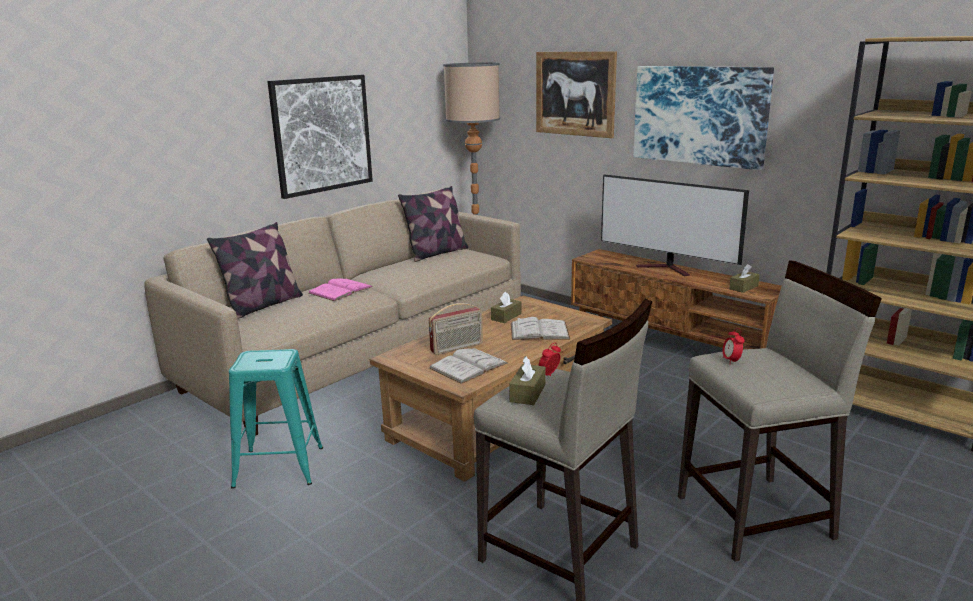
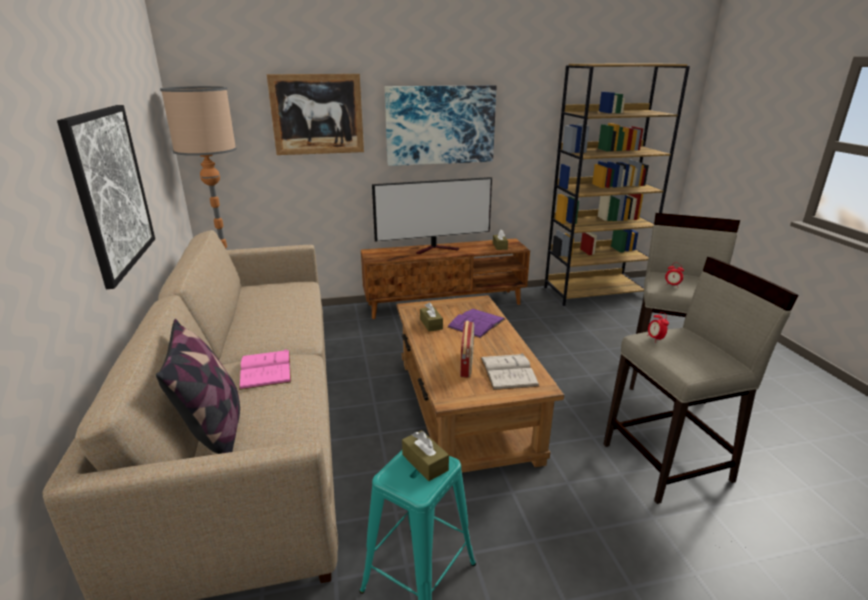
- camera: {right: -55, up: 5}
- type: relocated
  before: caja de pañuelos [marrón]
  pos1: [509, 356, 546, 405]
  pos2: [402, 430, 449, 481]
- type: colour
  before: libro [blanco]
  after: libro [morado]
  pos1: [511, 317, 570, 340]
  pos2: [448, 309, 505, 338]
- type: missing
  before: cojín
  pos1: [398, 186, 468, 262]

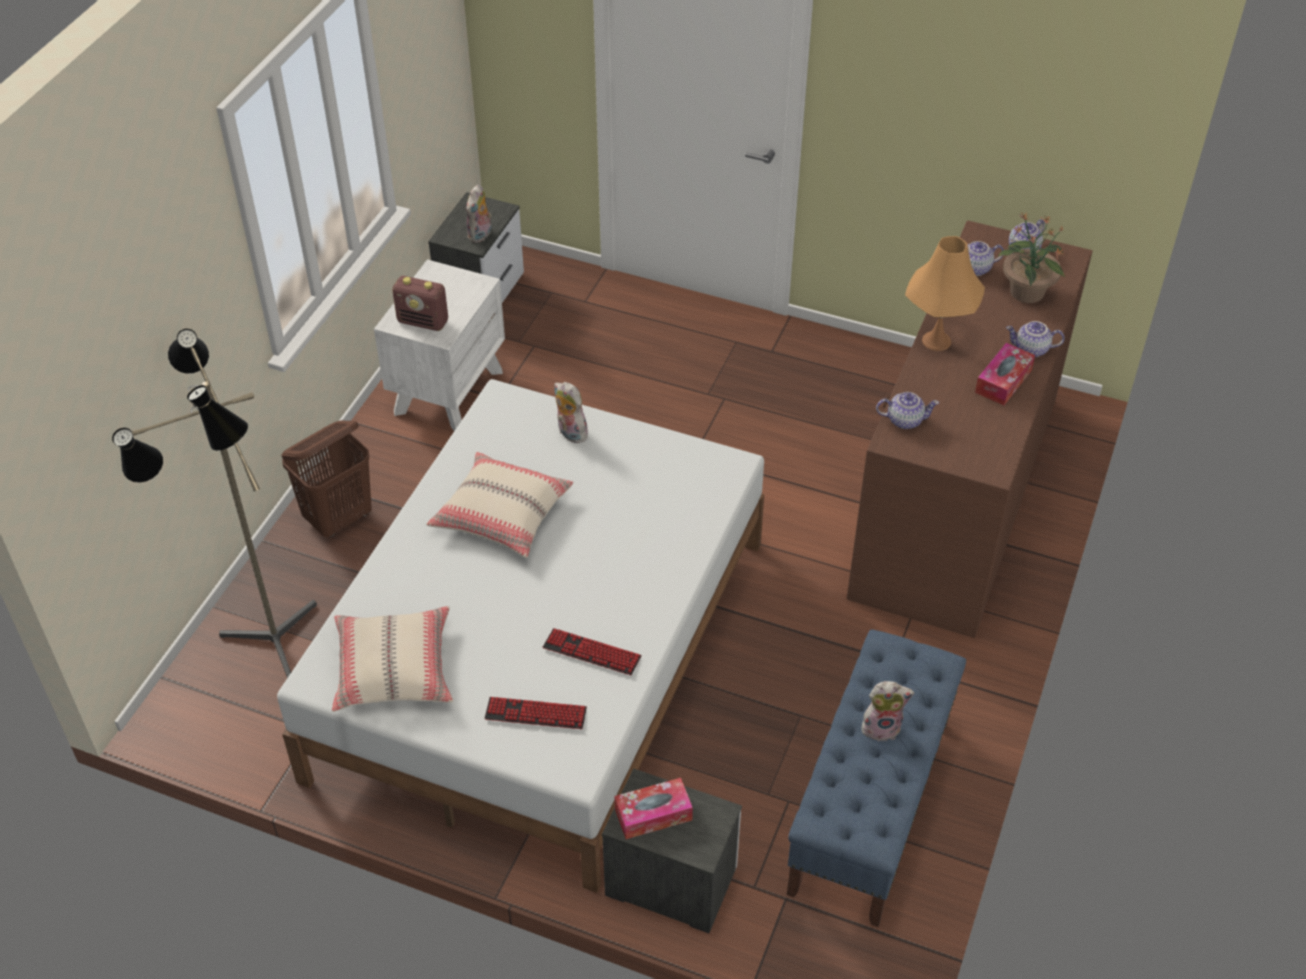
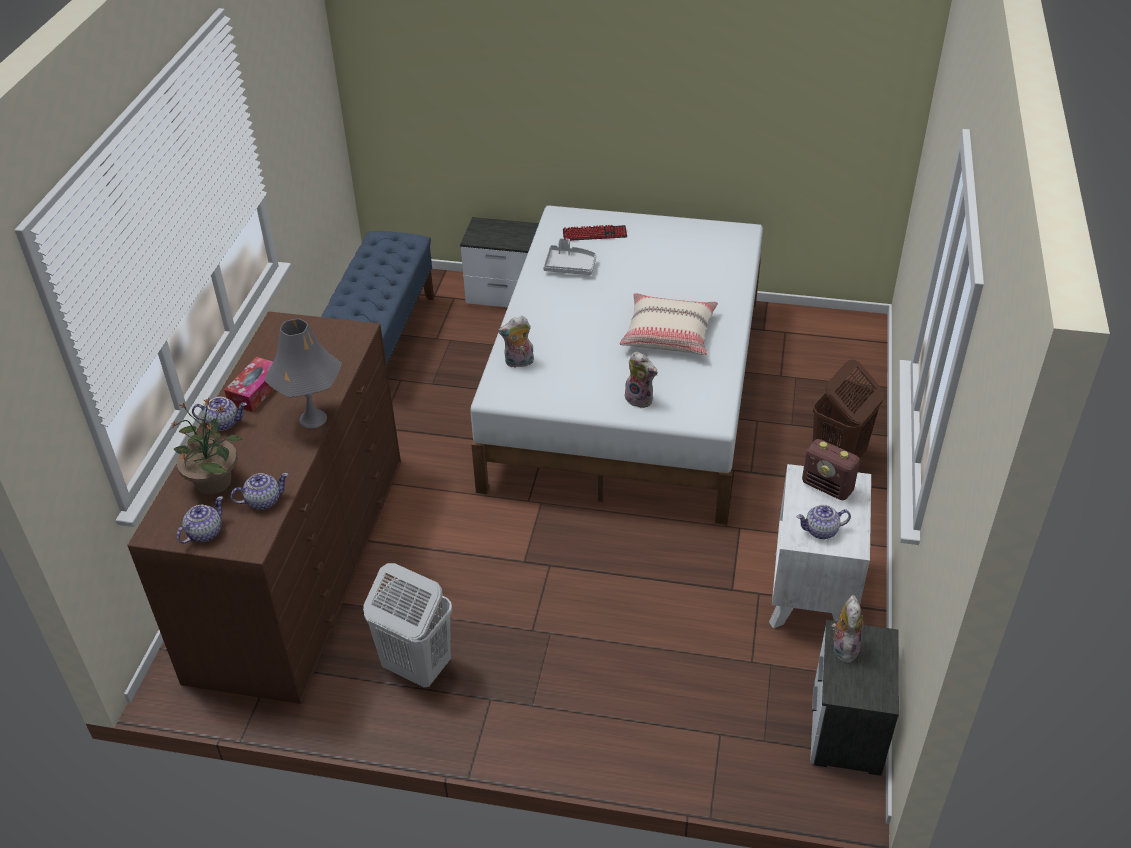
- camera: {right: 170, up: -5}
- type: colour
  before: lámpara de mesa [naranja]
  after: lámpara de mesa [gris]
  pos1: [905, 236, 985, 351]
  pos2: [264, 319, 342, 428]
- type: appeared
  after: cesto de la ropa [blanco]
  pos2: [363, 563, 452, 688]
- type: relocated
  before: peluche
  pos1: [861, 681, 914, 742]
  pos2: [498, 316, 534, 368]
- type: exchanged
  before: teclado
  after: bandeja [gris]
  pos1: [543, 628, 642, 675]
  pos2: [543, 238, 596, 275]
- type: relocated
  before: tetera
  pos1: [876, 392, 939, 429]
  pos2: [797, 505, 851, 539]
- type: spun
  before: radio
  pos1: [392, 276, 448, 331]
  pos2: [802, 439, 860, 500]
  turn: -150
- type: missing
  before: lámpara de pie
  pos1: [112, 329, 317, 678]
- type: missing
  before: cojín [beis]
  pos1: [332, 606, 453, 712]
- type: missing
  before: caja de pañuelos
  pos1: [614, 778, 693, 839]

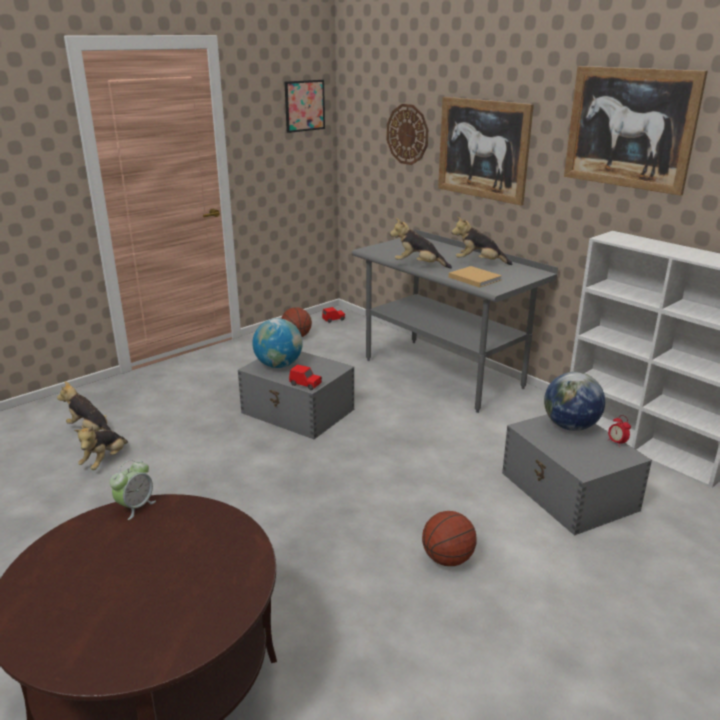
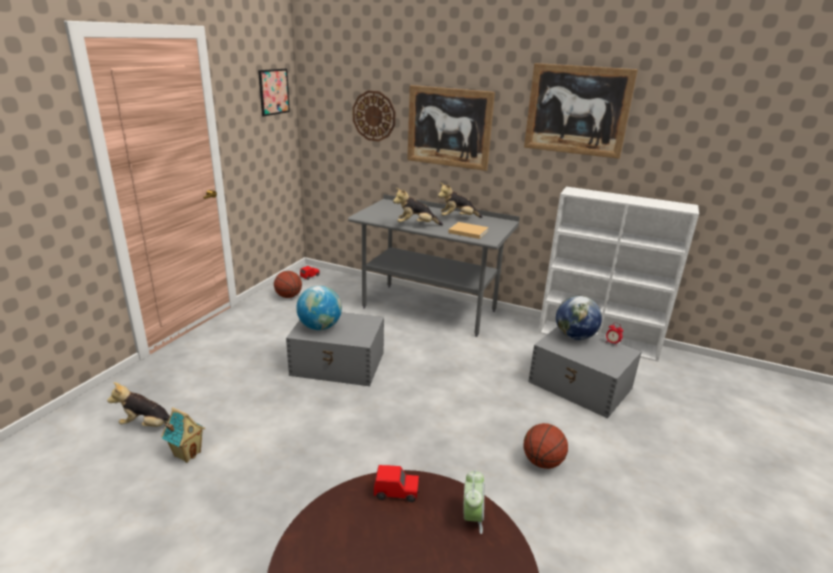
- camera: {right: -25, up: 0}
- type: exchanged
  before: peluche
  after: casita
  pos1: [74, 426, 128, 470]
  pos2: [161, 407, 205, 463]
- type: relocated
  before: coche de juguete [rojo]
  pos1: [289, 365, 322, 390]
  pos2: [374, 465, 420, 502]
- type: relocated
  before: despertador
  pos1: [110, 460, 156, 520]
  pos2: [464, 470, 484, 534]

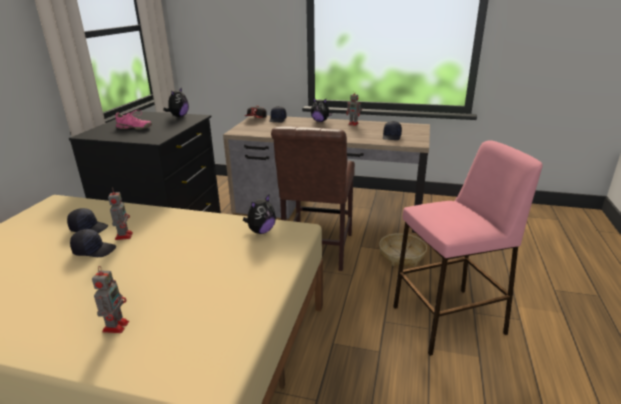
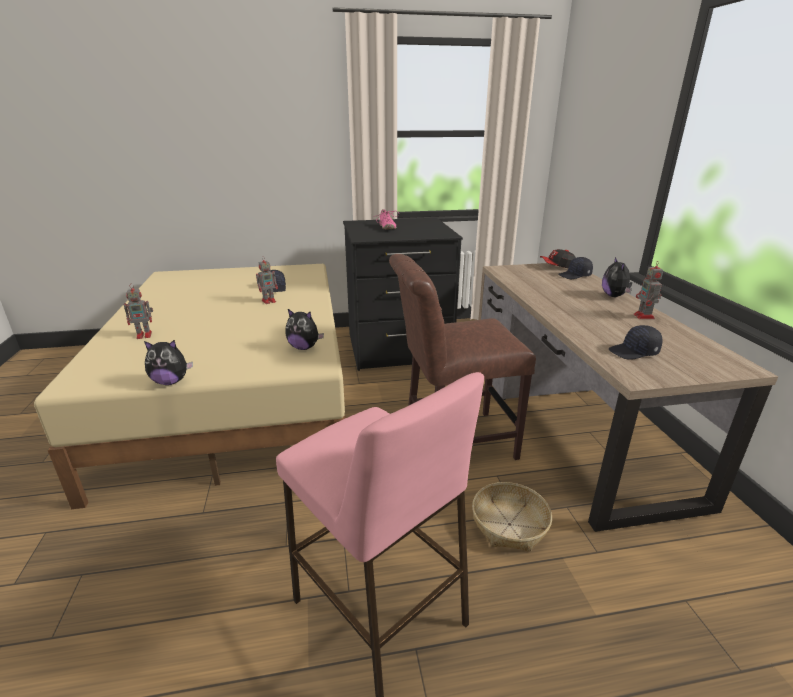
- camera: {right: 65, up: 0}
- type: relocated
  before: peluche
  pos1: [163, 87, 189, 117]
  pos2: [144, 340, 193, 385]
- type: missing
  before: gorra [negro]
  pos1: [70, 229, 116, 257]

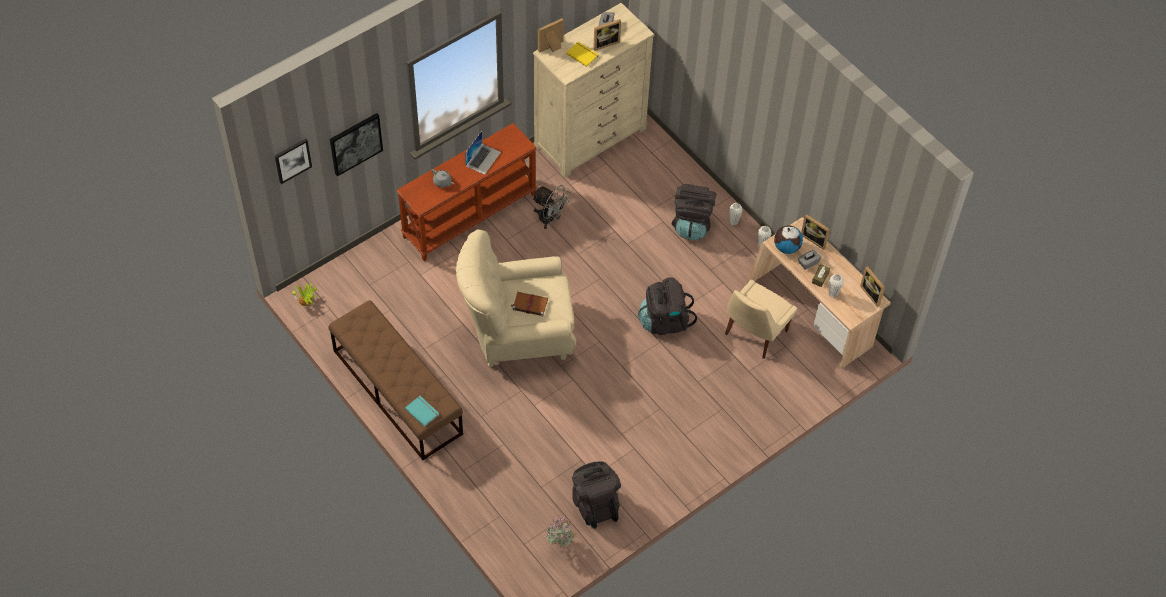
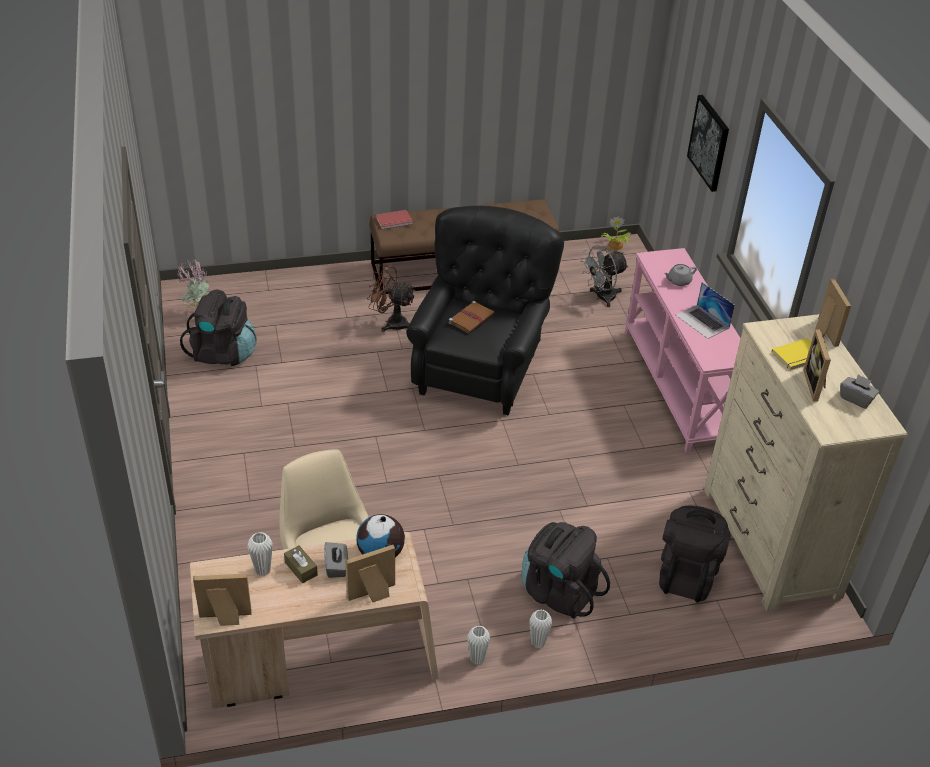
- camera: {right: 115, up: -15}
- type: appeared
  after: ventilador [marrón]
  pos2: [367, 265, 415, 332]
- type: colour
  before: libro [turquesa]
  after: libro [rojo]
  pos1: [405, 396, 439, 427]
  pos2: [376, 210, 413, 229]
- type: colour
  before: sillón [beis]
  after: sillón [negro]
  pos1: [456, 229, 576, 367]
  pos2: [407, 206, 564, 415]
- type: relocated
  before: ventilador [gris]
  pos1: [532, 185, 571, 229]
  pos2: [580, 245, 628, 307]
- type: colour
  before: mesa consola [marrón]
  after: mesa consola [rosa]
  pos1: [397, 123, 537, 261]
  pos2: [625, 248, 741, 453]
- type: relocated
  before: mochila [negro]
  pos1: [638, 277, 697, 335]
  pos2: [659, 505, 731, 603]
- type: missing
  before: cuadro
  pos1: [275, 139, 312, 184]

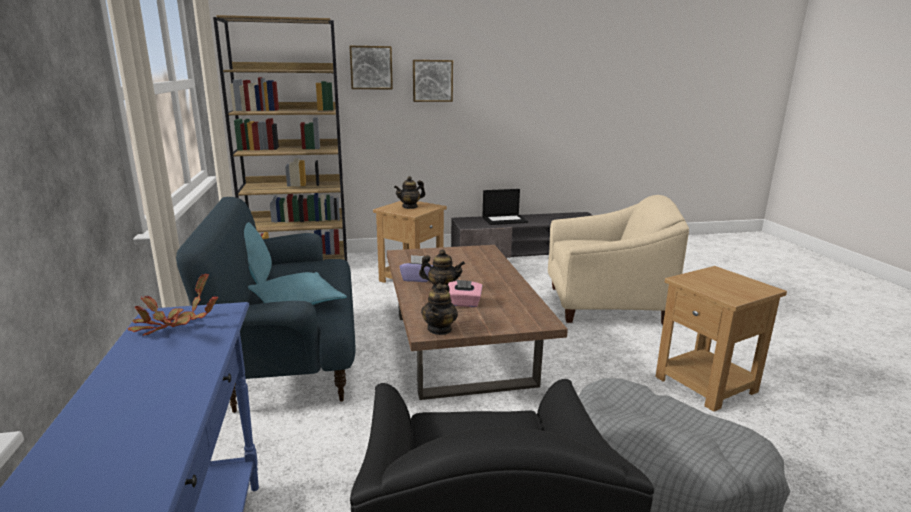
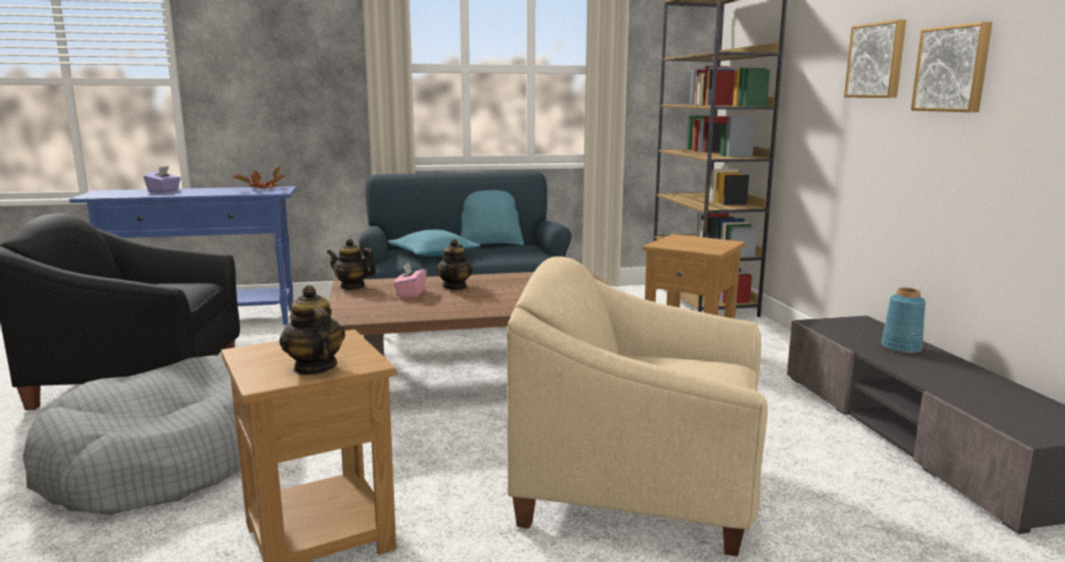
- camera: {right: 90, up: -5}
- type: relocated
  before: caja de pañuelos [morado]
  pos1: [399, 255, 433, 282]
  pos2: [144, 166, 181, 193]
- type: relocated
  before: tetera
  pos1: [394, 176, 425, 209]
  pos2: [279, 285, 345, 375]
- type: spun
  before: sillón [beis]
  pos1: [548, 195, 689, 325]
  pos2: [507, 256, 768, 557]
  turn: 105
- type: exchanged
  before: portátil
  after: florero [azul]
  pos1: [483, 189, 528, 225]
  pos2: [881, 288, 926, 354]
- type: relocated
  before: cuadro
  pos1: [349, 46, 393, 89]
  pos2: [911, 22, 992, 112]

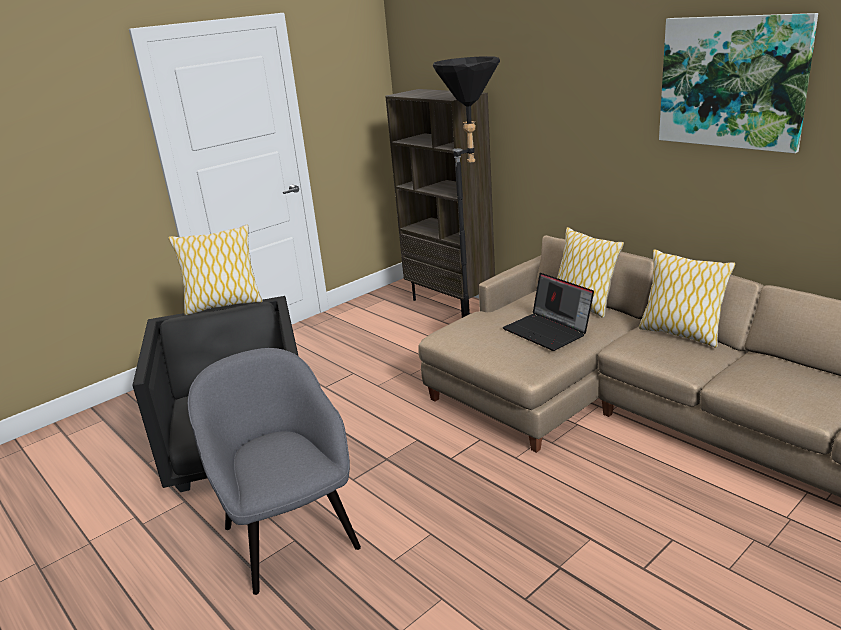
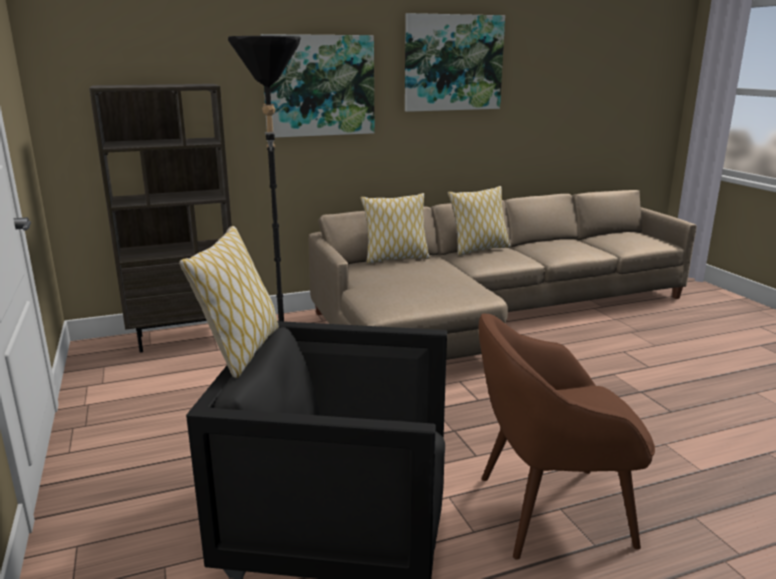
- camera: {right: -70, up: -5}
- type: appeared
  after: cuadro
  pos2: [261, 34, 375, 138]
- type: colour
  before: sillón [gris]
  after: sillón [marrón]
  pos1: [188, 348, 361, 595]
  pos2: [479, 313, 655, 560]
- type: missing
  before: portátil
  pos1: [503, 273, 594, 351]

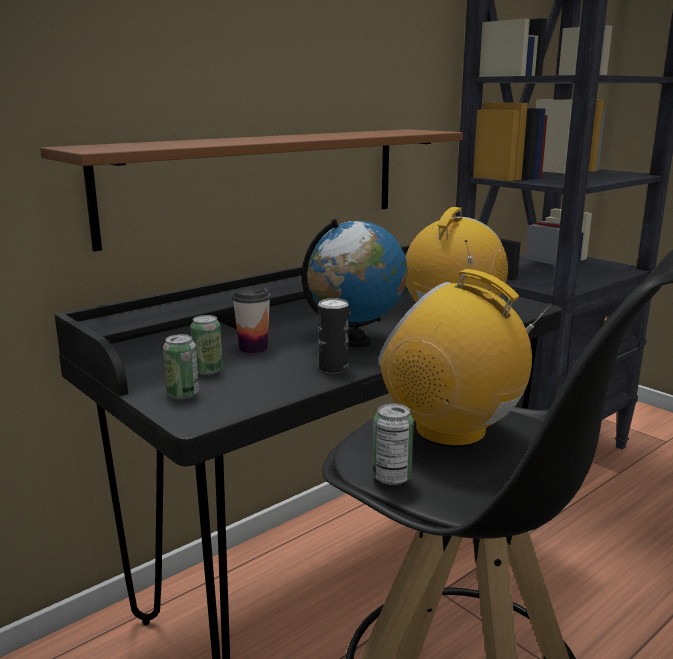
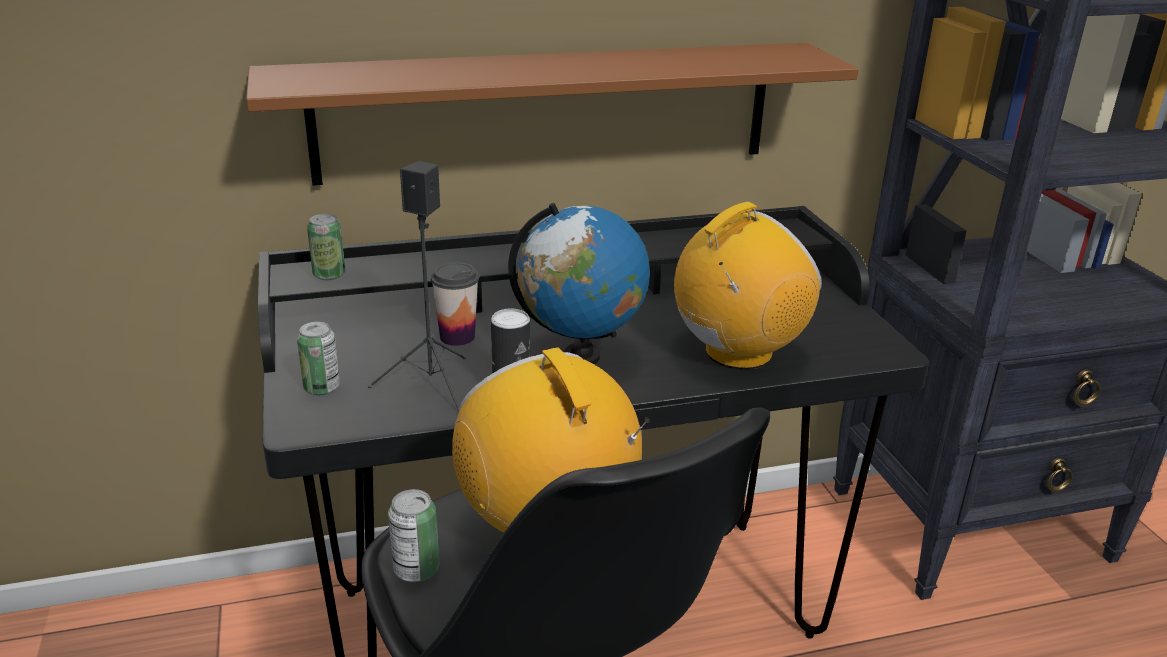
- camera: {right: 25, up: 10}
- type: relocated
  before: lata
  pos1: [191, 315, 223, 375]
  pos2: [307, 214, 345, 280]
- type: appeared
  after: altavoz [negro]
  pos2: [368, 161, 466, 411]

